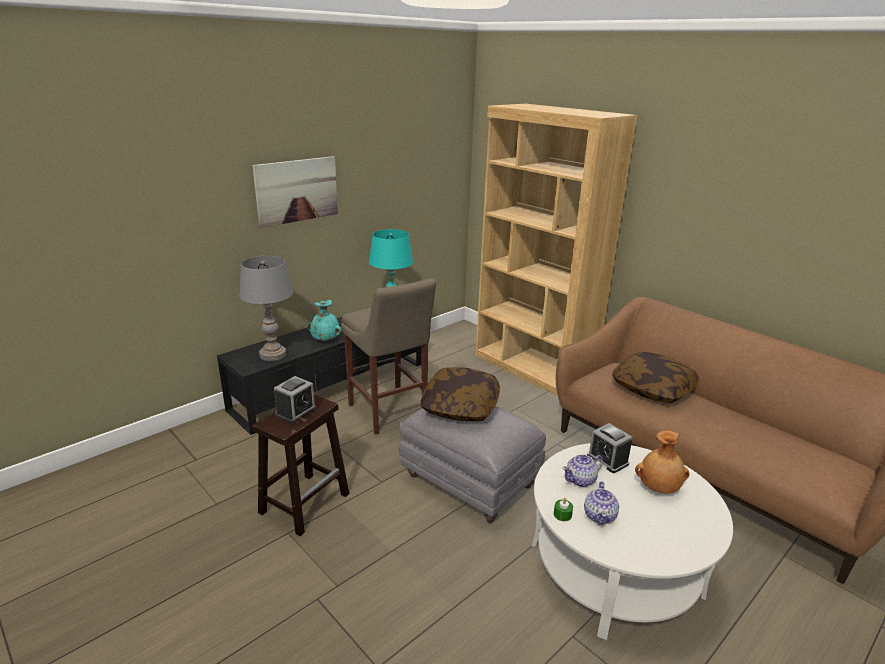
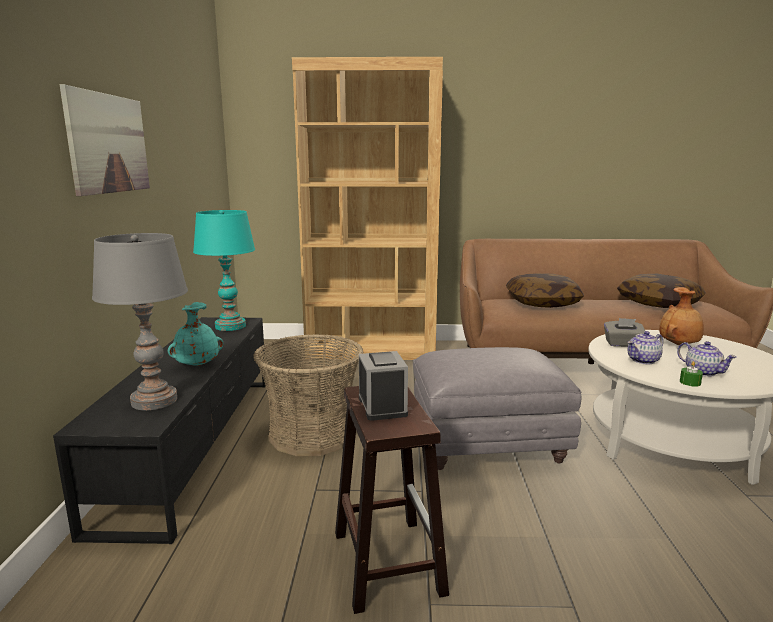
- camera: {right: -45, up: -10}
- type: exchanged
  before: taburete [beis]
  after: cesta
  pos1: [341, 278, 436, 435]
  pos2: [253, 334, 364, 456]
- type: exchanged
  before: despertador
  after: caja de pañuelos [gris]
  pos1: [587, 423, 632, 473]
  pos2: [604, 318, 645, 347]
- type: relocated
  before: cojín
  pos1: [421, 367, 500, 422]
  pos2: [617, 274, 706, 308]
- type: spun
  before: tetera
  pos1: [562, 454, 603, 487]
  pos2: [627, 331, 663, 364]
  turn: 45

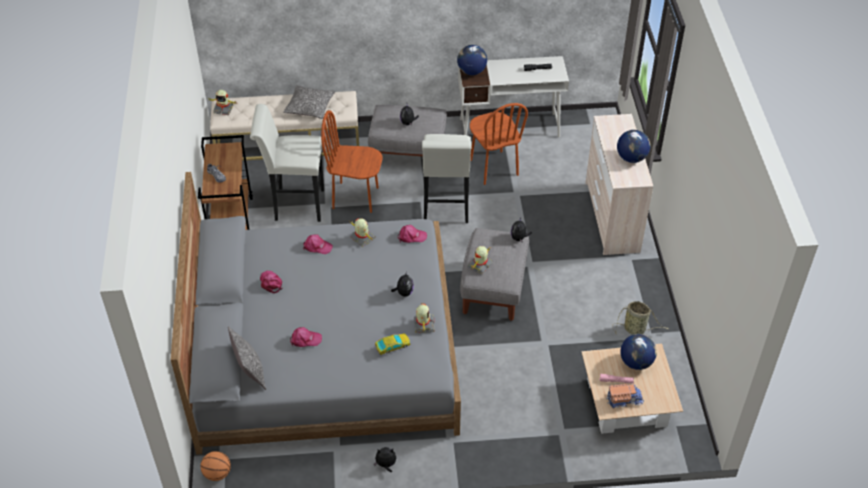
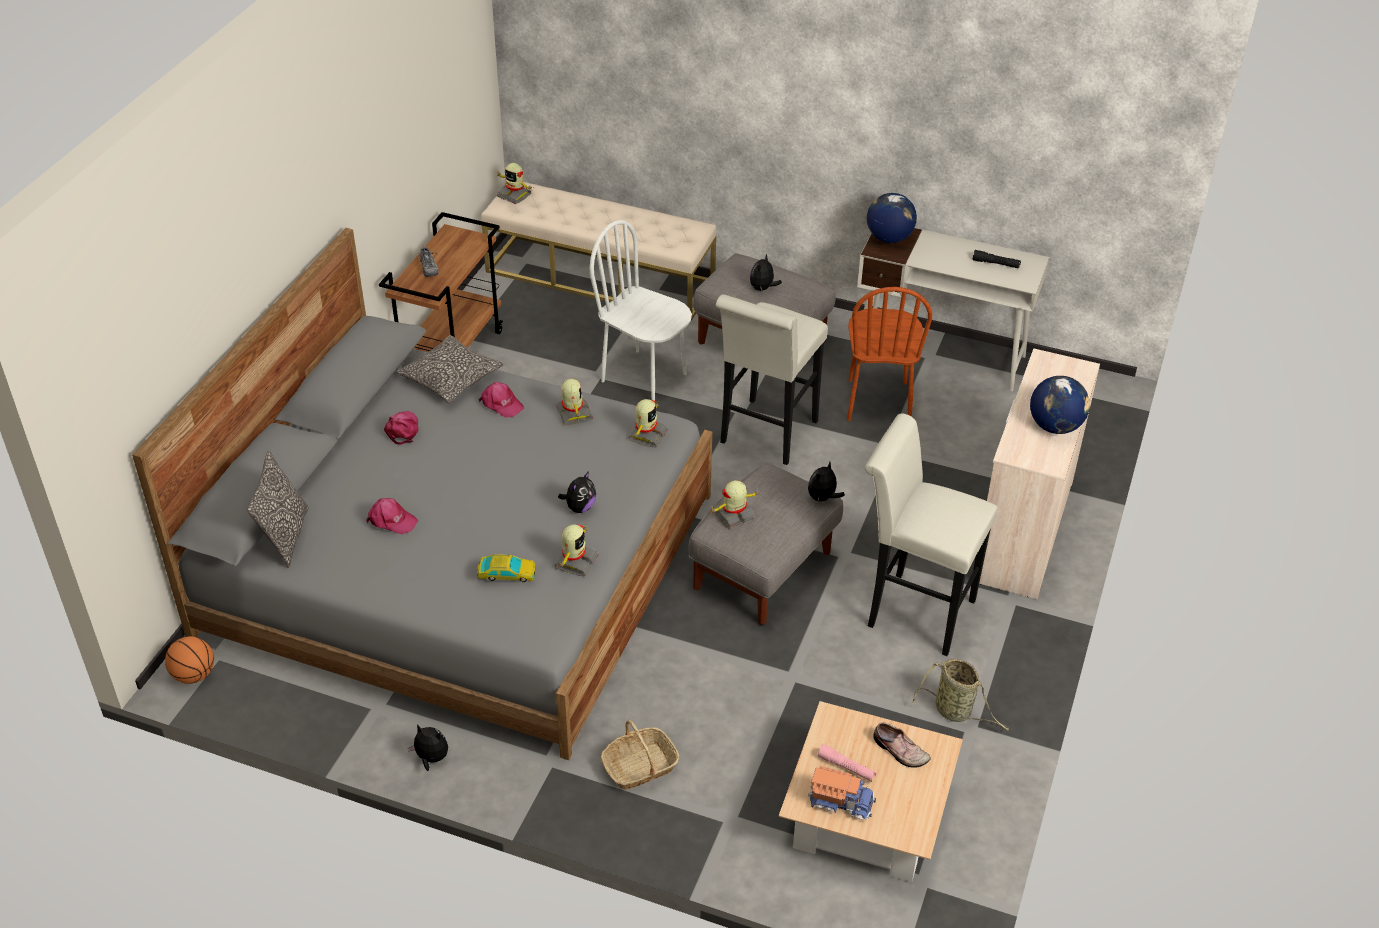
- camera: {right: 25, up: -5}
- type: relocated
  before: cojín
  pos1: [283, 85, 335, 119]
  pos2: [396, 335, 503, 403]
- type: colour
  before: silla [marrón]
  after: silla [blanco]
  pos1: [321, 110, 383, 213]
  pos2: [590, 220, 692, 401]
- type: appeared
  after: cesta
  pos2: [601, 720, 679, 790]
- type: exchanged
  before: gorra [rosa]
  after: robot de juguete
  pos1: [398, 225, 427, 243]
  pos2: [628, 399, 668, 447]
- type: relocated
  before: taburete [blanco]
  pos1: [250, 104, 324, 222]
  pos2: [864, 413, 998, 656]
- type: exchanged
  before: globo terráqueo
  after: zapato
  pos1: [620, 334, 657, 370]
  pos2: [873, 722, 931, 768]

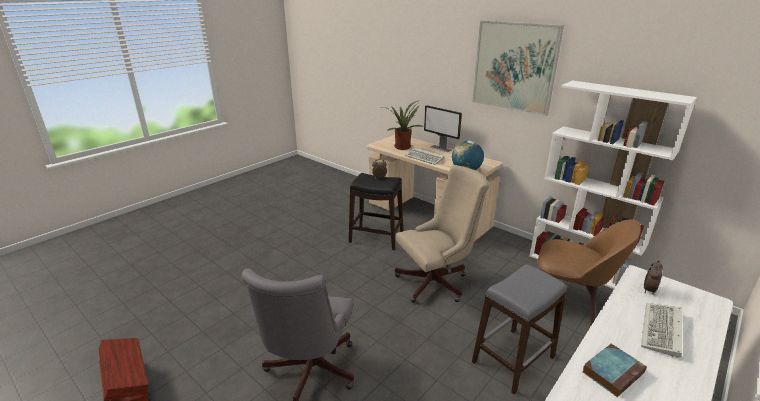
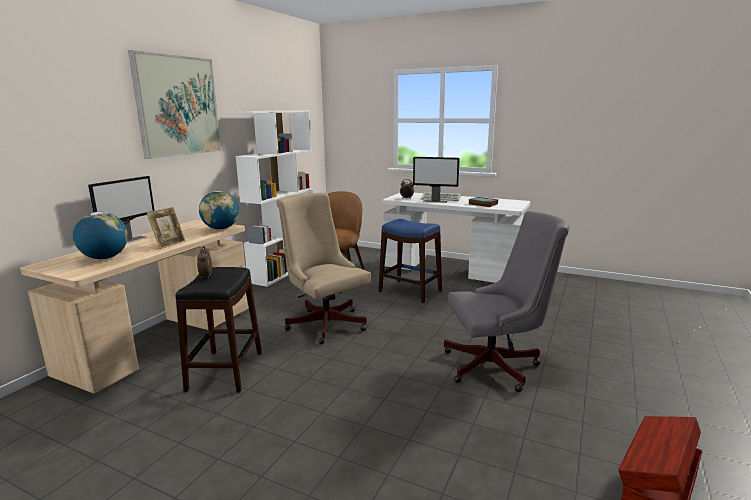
- camera: {right: -105, up: -10}
- type: exchanged
  before: planta en maceta
  after: globo terráqueo
  pos1: [383, 100, 424, 150]
  pos2: [73, 212, 128, 259]
- type: exchanged
  before: teclado
  after: portarretratos
  pos1: [405, 148, 444, 165]
  pos2: [147, 207, 185, 249]
- type: colour
  before: taburete [gris]
  after: taburete [azul]
  pos1: [472, 264, 567, 395]
  pos2: [378, 219, 442, 303]
- type: appeared
  after: monitor
  pos2: [413, 157, 460, 203]

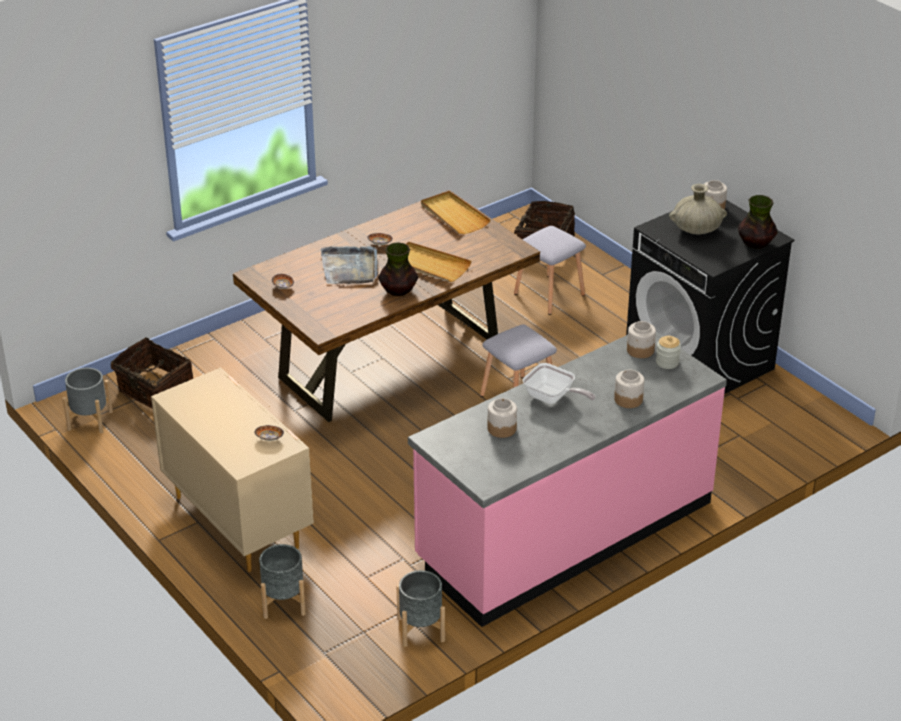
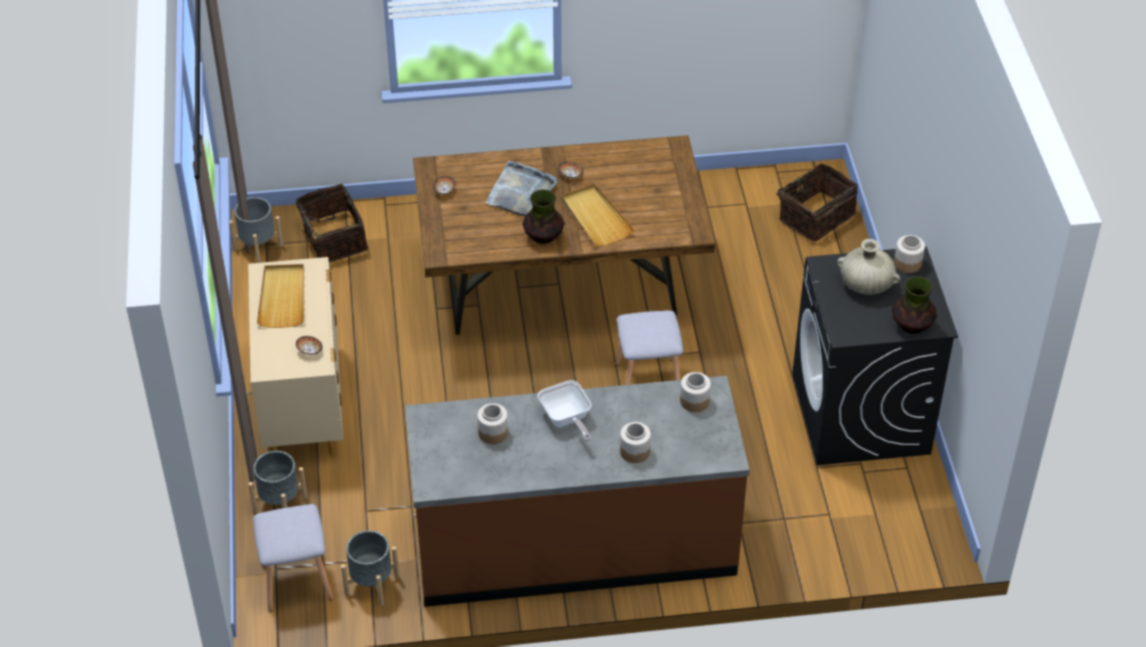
- camera: {right: 30, up: 10}
- type: relocated
  before: taburete [gris]
  pos1: [514, 226, 586, 315]
  pos2: [253, 504, 333, 612]
- type: relocated
  before: bandeja [beis]
  pos1: [421, 191, 491, 234]
  pos2: [257, 264, 304, 328]
- type: colour
  before: mueble bajo de cocina [rosa]
  after: mueble bajo de cocina [marrón]
  pos1: [408, 332, 727, 627]
  pos2: [405, 376, 750, 607]
- type: missing
  before: tarro
  pos1: [656, 336, 681, 369]

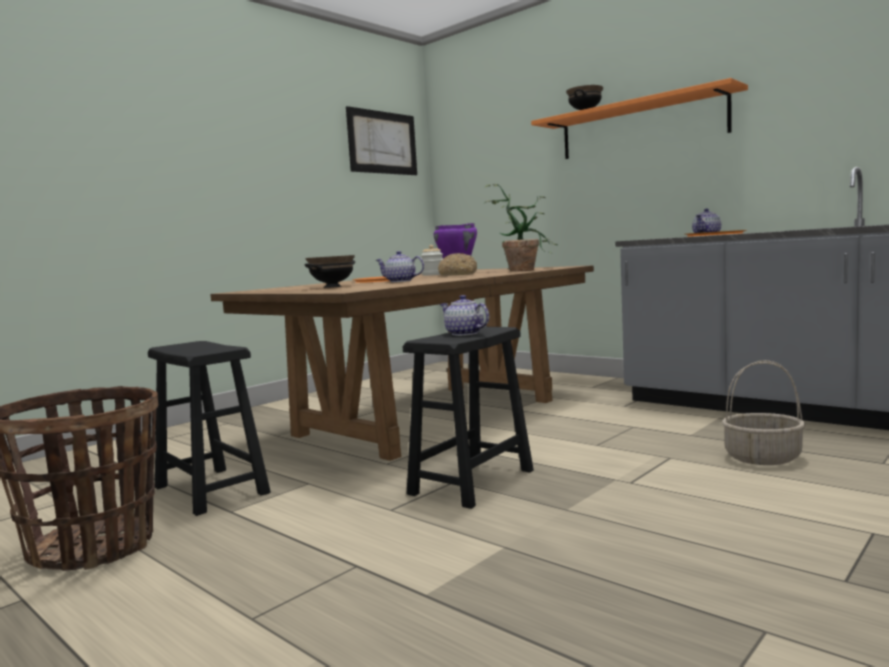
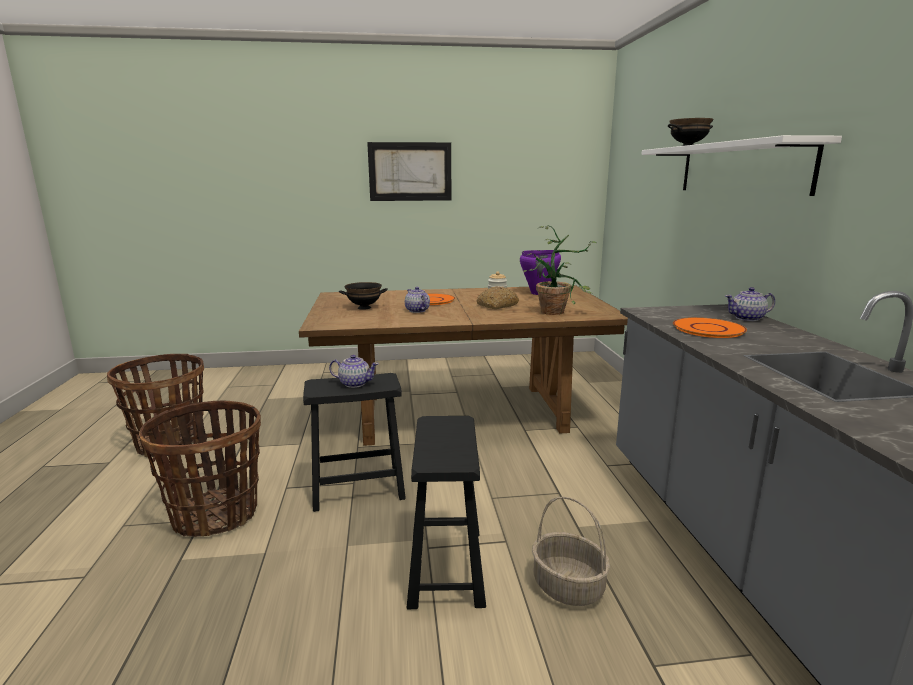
- camera: {right: 40, up: 10}
- type: appeared
  after: cesta
  pos2: [139, 401, 261, 537]
- type: spun
  before: tetera
  pos1: [440, 295, 489, 336]
  pos2: [329, 355, 379, 388]
  turn: 105
- type: relocated
  before: cuadro
  pos1: [346, 106, 417, 175]
  pos2: [367, 142, 451, 201]
- type: relocated
  before: taburete [negro]
  pos1: [148, 341, 271, 516]
  pos2: [406, 416, 486, 609]
- type: colour
  before: estante [naranja]
  after: estante [blanco]
  pos1: [531, 78, 748, 159]
  pos2: [641, 135, 842, 196]

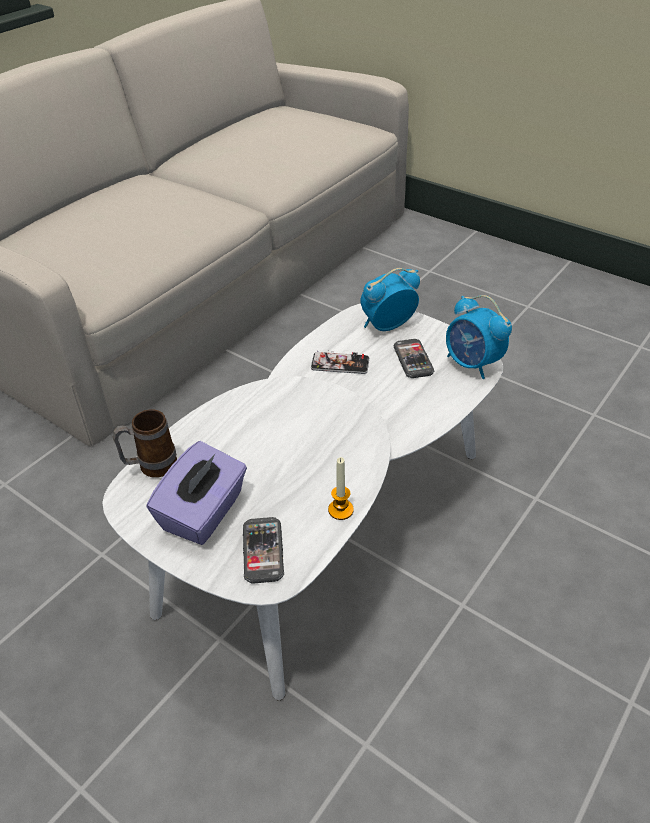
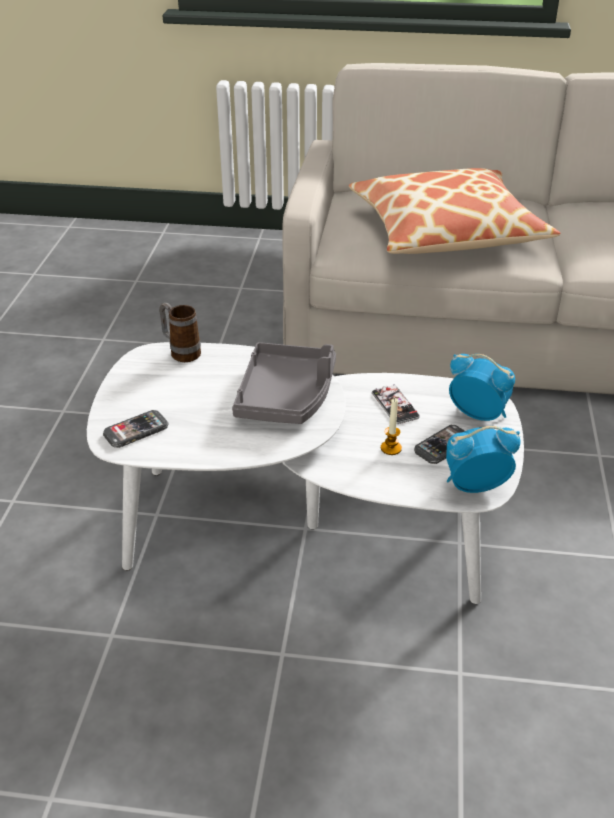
- camera: {right: 60, up: -5}
- type: appeared
  after: bandeja [gris]
  pos2: [232, 342, 336, 424]
- type: appeared
  after: cojín
  pos2: [349, 168, 560, 254]
- type: relocated
  before: vela
  pos1: [328, 457, 354, 520]
  pos2: [381, 398, 402, 455]
- type: spun
  before: despertador
  pos1: [446, 295, 512, 379]
  pos2: [446, 426, 520, 493]
  turn: 60
- type: missing
  before: caja de pañuelos [morado]
  pos1: [146, 441, 247, 545]

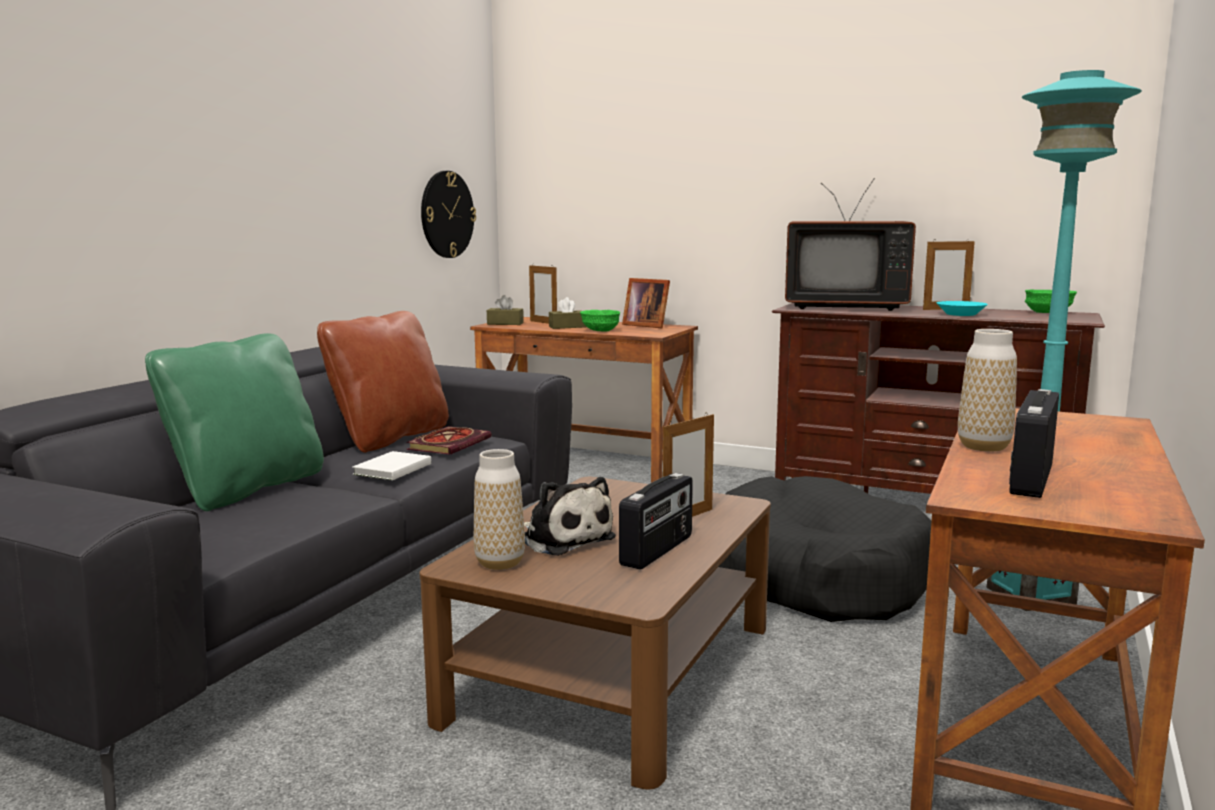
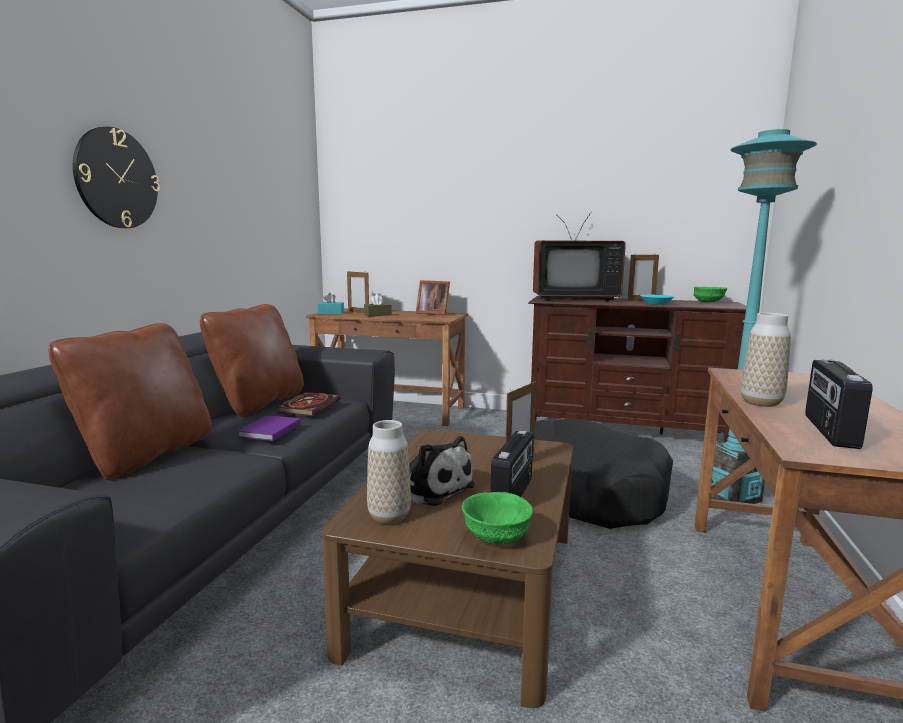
- camera: {right: -10, up: 0}
- type: colour
  before: cojín [verde]
  after: cojín [marrón]
  pos1: [145, 333, 324, 511]
  pos2: [48, 323, 212, 481]
- type: relocated
  before: reloj de pared
  pos1: [421, 171, 476, 258]
  pos2: [73, 127, 160, 228]
- type: colour
  before: libro [blanco]
  after: libro [morado]
  pos1: [352, 451, 431, 480]
  pos2: [237, 415, 300, 441]
- type: colour
  before: caja de pañuelos [marrón]
  after: caja de pañuelos [turquesa]
  pos1: [487, 295, 524, 325]
  pos2: [318, 293, 344, 314]
- type: relocated
  before: cuenco [verde]
  pos1: [580, 310, 620, 332]
  pos2: [462, 492, 533, 545]

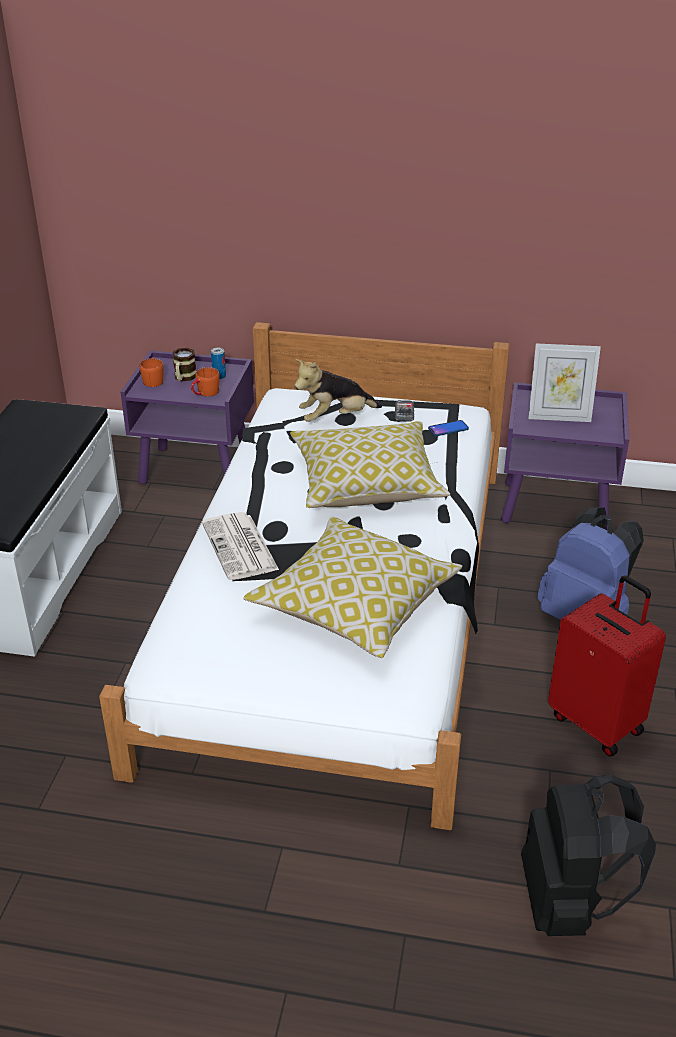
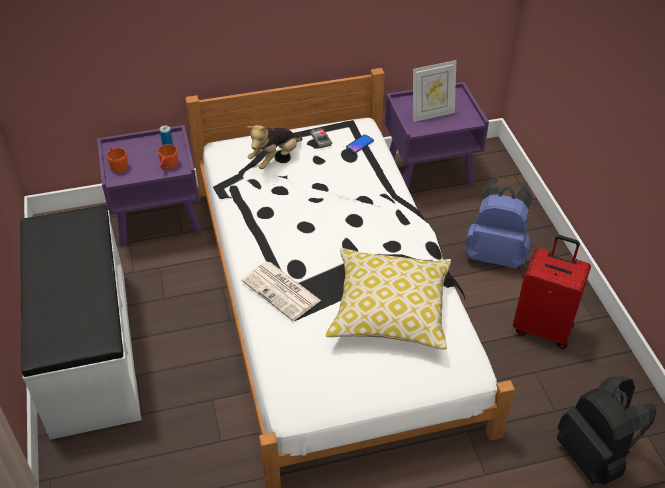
- camera: {right: -25, up: 10}
- type: missing
  before: taza grande
  pos1: [172, 348, 196, 381]
- type: missing
  before: cojín
  pos1: [290, 421, 450, 508]

